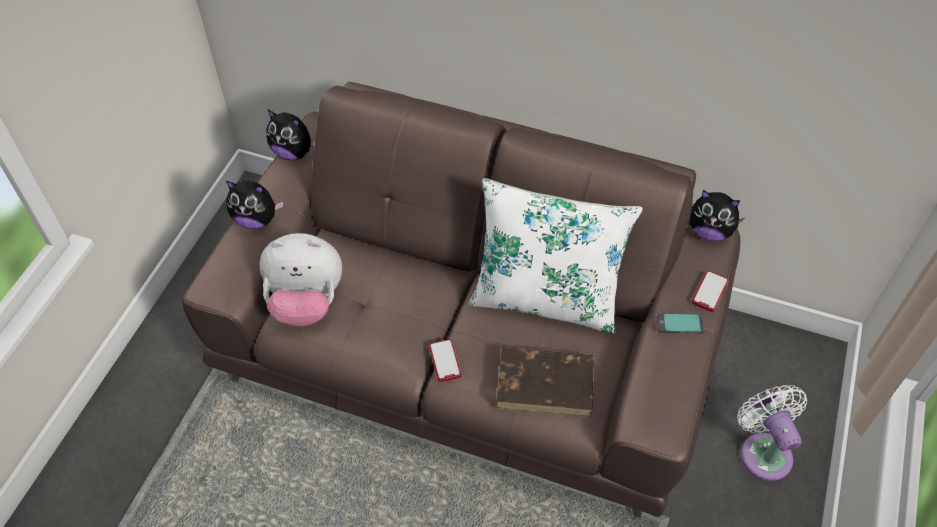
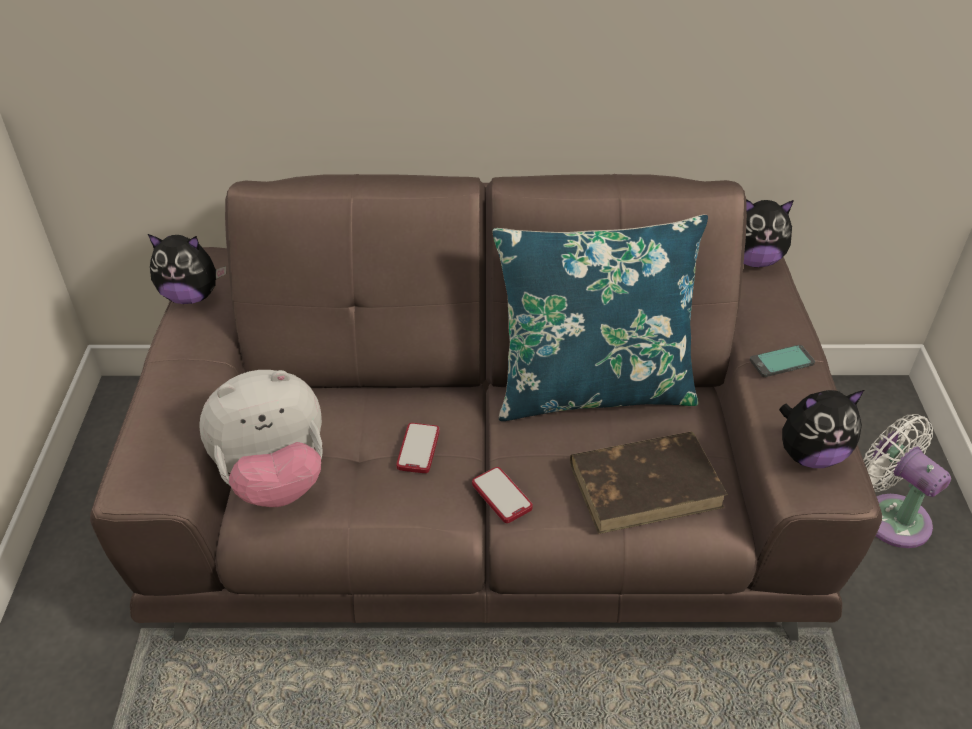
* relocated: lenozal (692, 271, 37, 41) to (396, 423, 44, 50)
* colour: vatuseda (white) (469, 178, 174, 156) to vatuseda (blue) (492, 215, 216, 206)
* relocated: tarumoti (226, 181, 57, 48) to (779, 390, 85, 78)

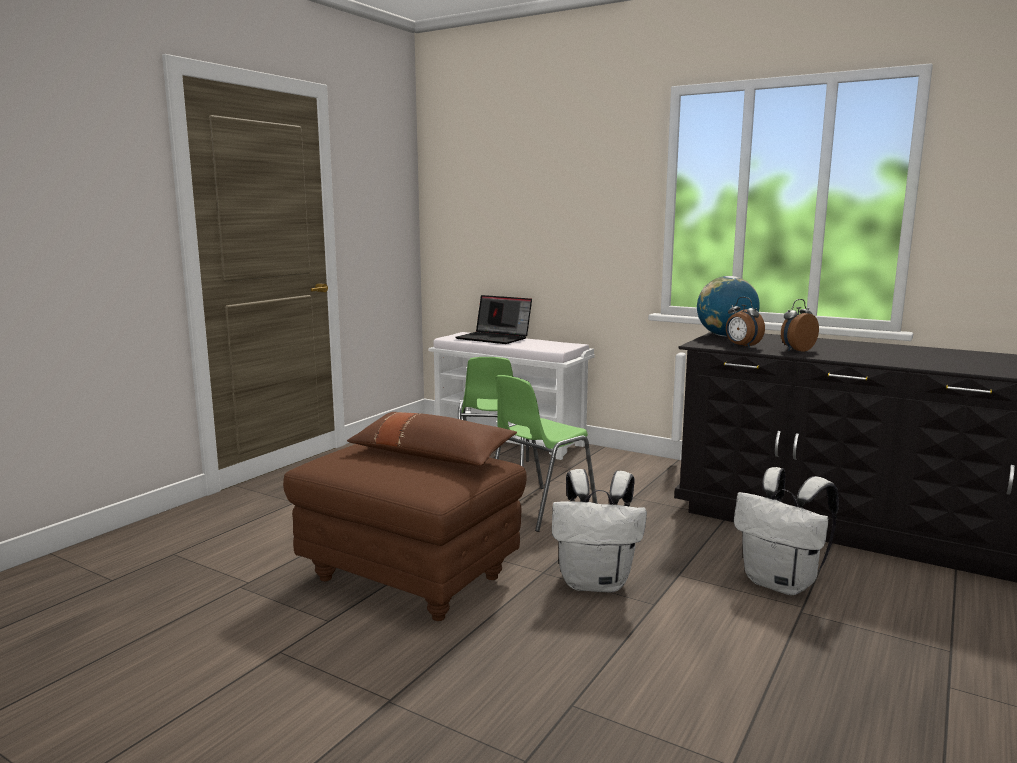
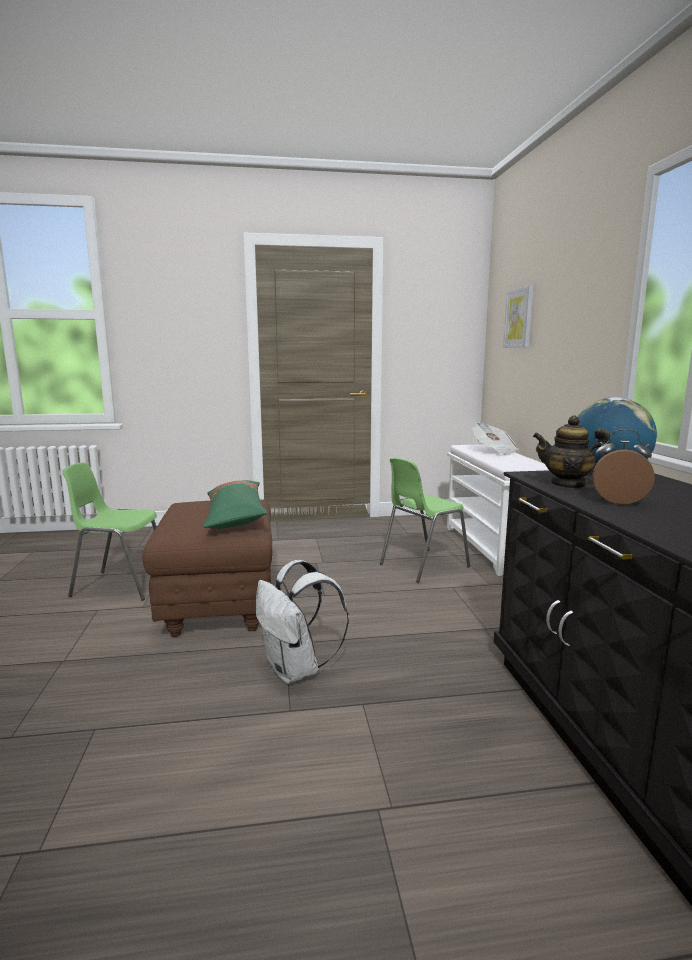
* relocated: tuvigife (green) (495, 375, 103, 157) to (62, 462, 95, 139)
* colour: vatuseda (brown) (347, 412, 170, 54) to vatuseda (green) (203, 480, 65, 49)
* exchanged: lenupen (456, 295, 76, 49) to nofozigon (472, 423, 47, 33)
* appeared: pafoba (503, 285, 30, 63)
* exchanged: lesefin (726, 297, 39, 51) to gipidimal (532, 416, 79, 73)
* missing: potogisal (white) (734, 467, 105, 128)

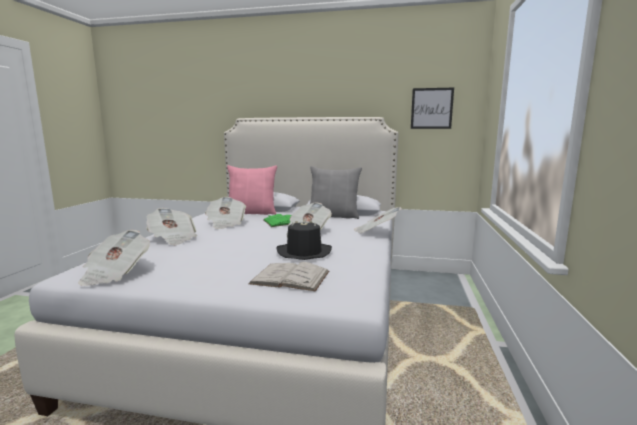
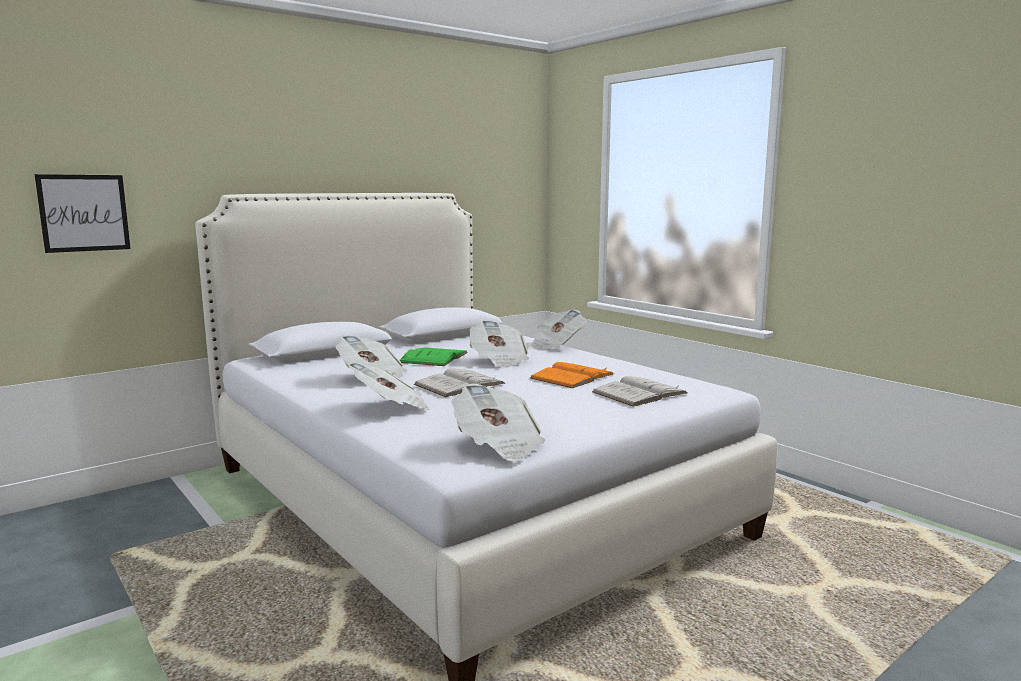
* relocated: pafoba (411, 88, 43, 41) to (35, 174, 95, 79)
* appeared: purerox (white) (413, 368, 92, 29)
* exchanged: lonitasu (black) (276, 220, 56, 40) to purerox (orange) (530, 362, 84, 26)
* missing: vatuseda (pink) (227, 165, 50, 50)
* missing: vatuseda (grey) (310, 166, 52, 53)

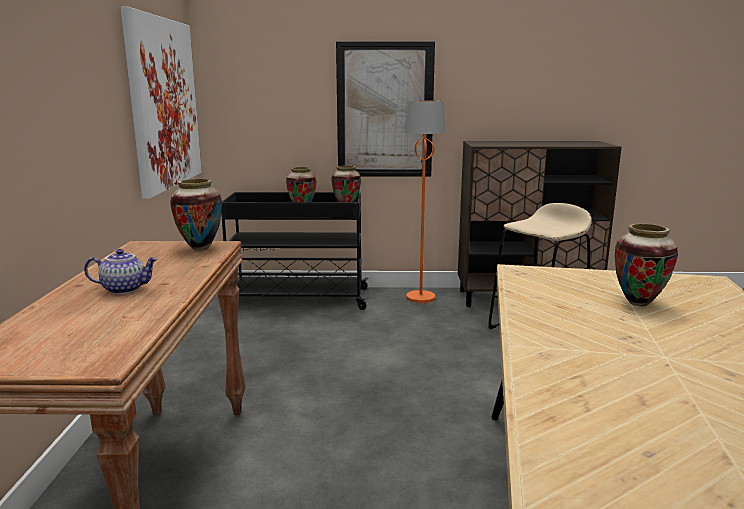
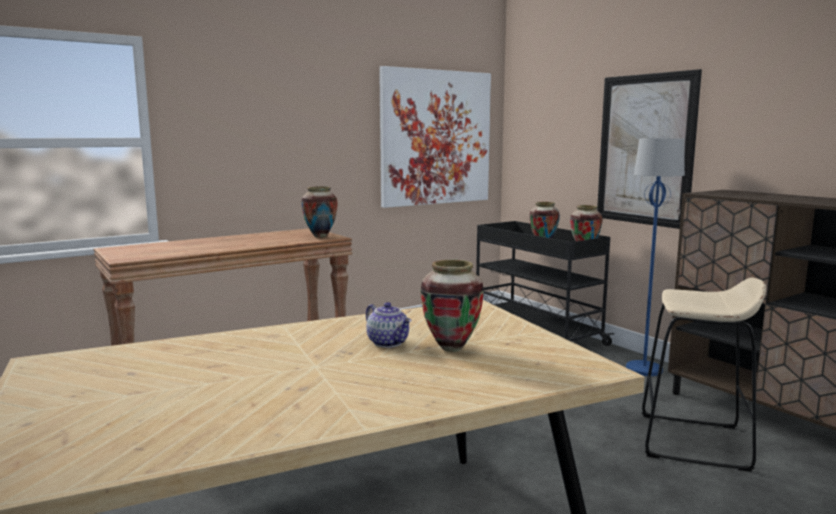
* relocated: gipidimal (84, 249, 74, 45) to (366, 302, 46, 46)
* colour: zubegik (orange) (405, 100, 40, 203) to zubegik (blue) (626, 138, 59, 238)

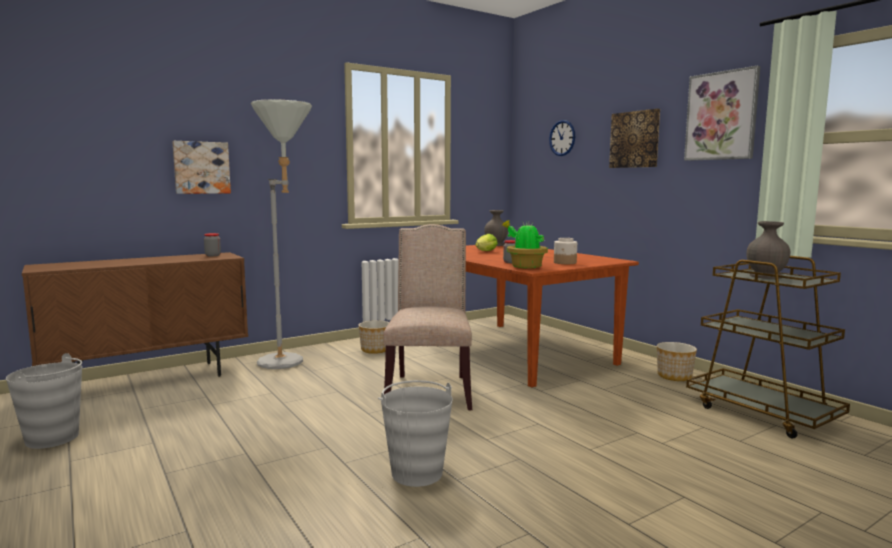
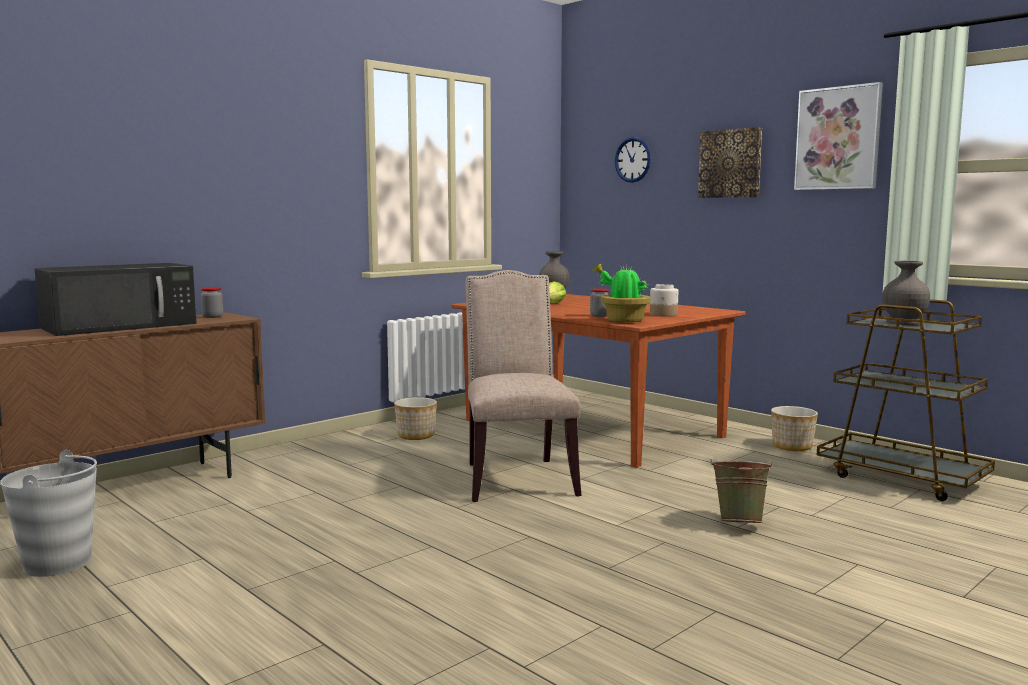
* appeared: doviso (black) (35, 263, 162, 73)
* appeared: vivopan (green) (710, 459, 63, 64)
* missing: pafoba (172, 141, 59, 53)
* missing: zubegik (grey) (251, 99, 61, 270)
* missing: vivopan (grey) (378, 380, 75, 107)

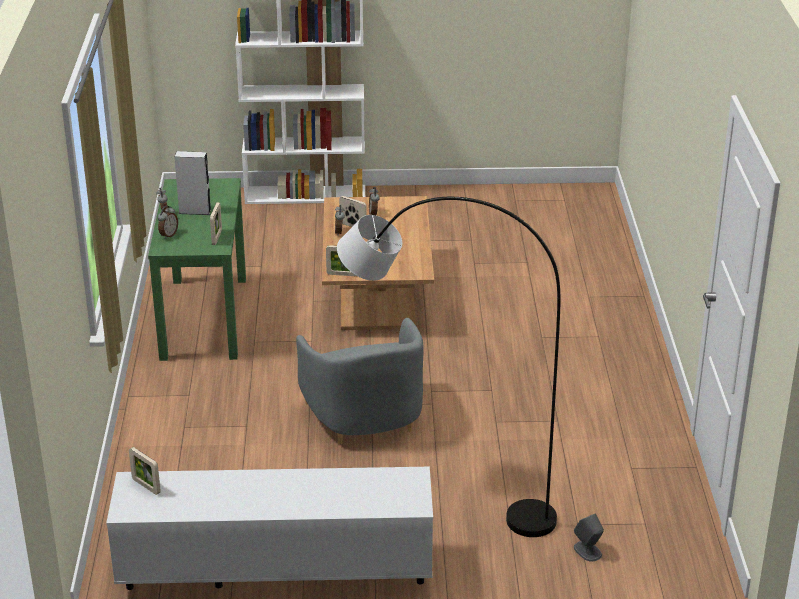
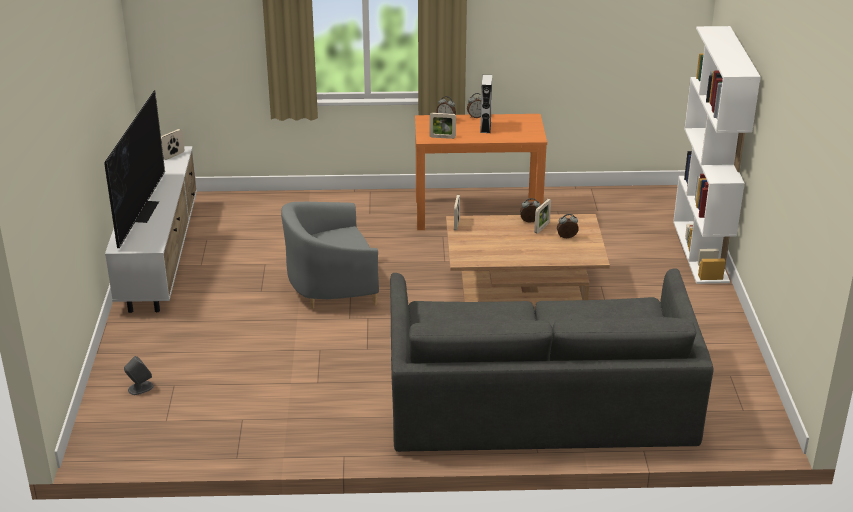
* appeared: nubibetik (104, 90, 61, 158)
* appeared: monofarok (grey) (390, 268, 324, 184)
* colour: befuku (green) (148, 178, 98, 183) to befuku (orange) (415, 114, 132, 116)
* missing: zubegik (grey) (337, 197, 223, 340)

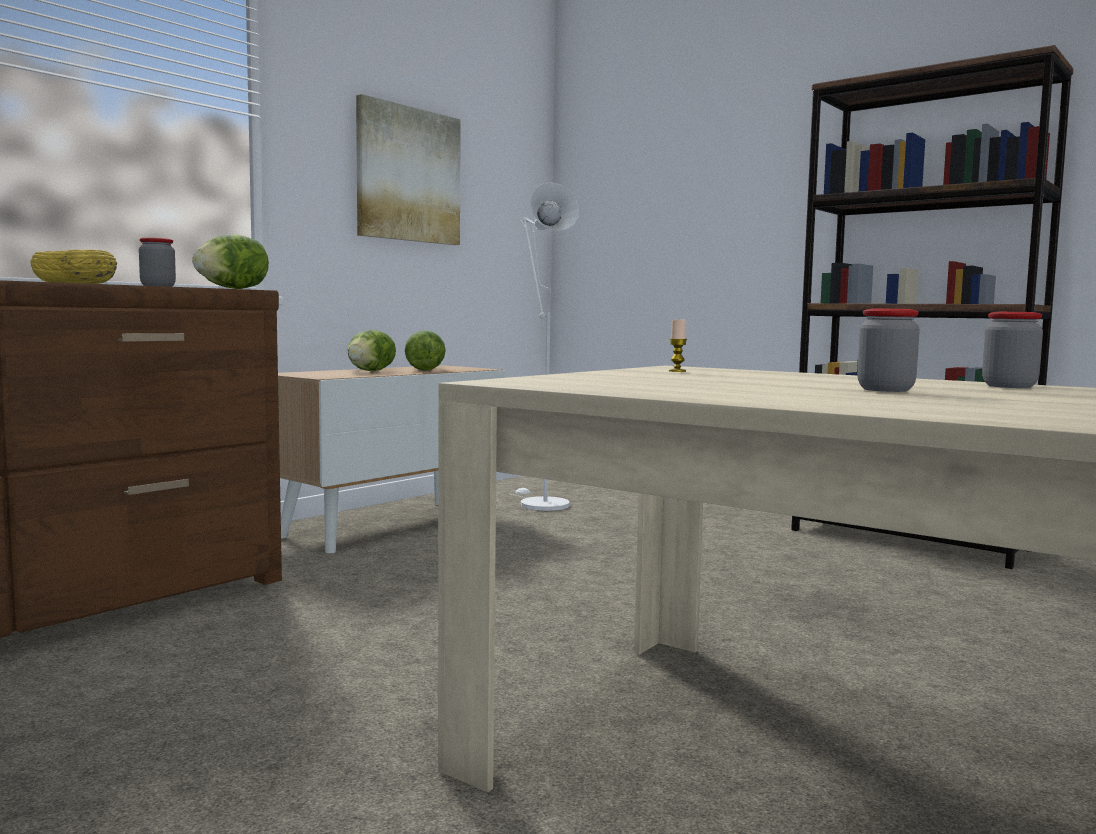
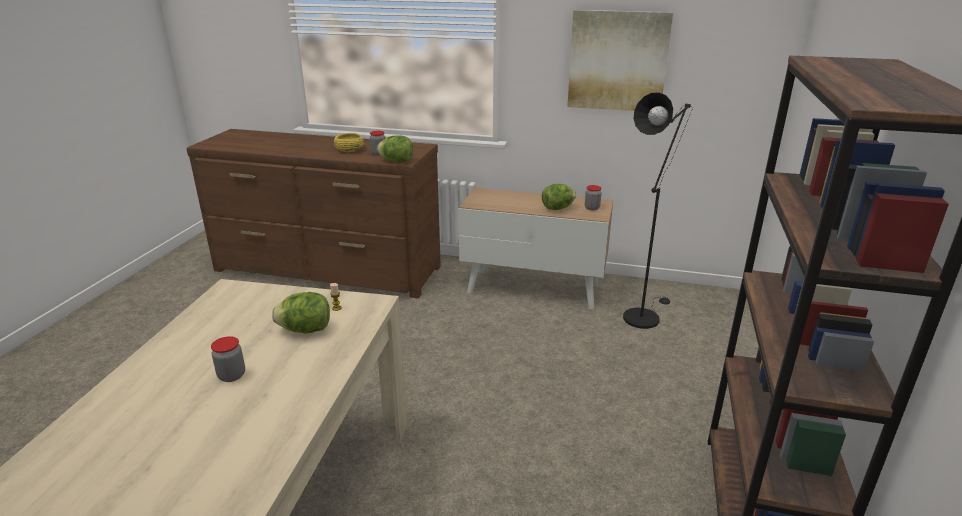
* relocated: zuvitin (347, 330, 49, 41) to (272, 292, 58, 41)
* relocated: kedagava (982, 312, 61, 76) to (585, 185, 17, 25)
* colour: zubegik (white) (510, 182, 69, 329) to zubegik (black) (623, 92, 70, 237)

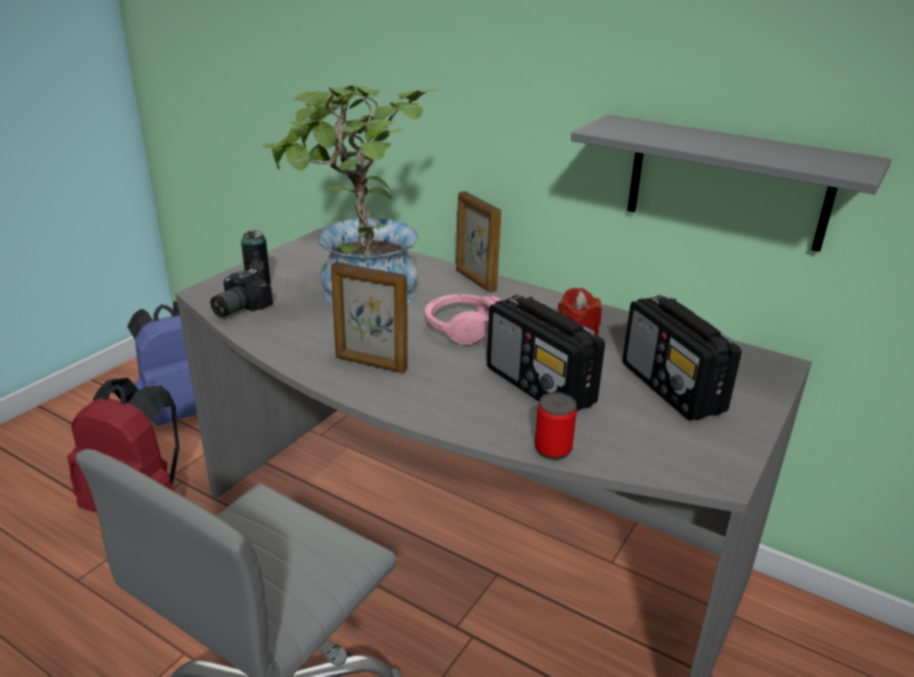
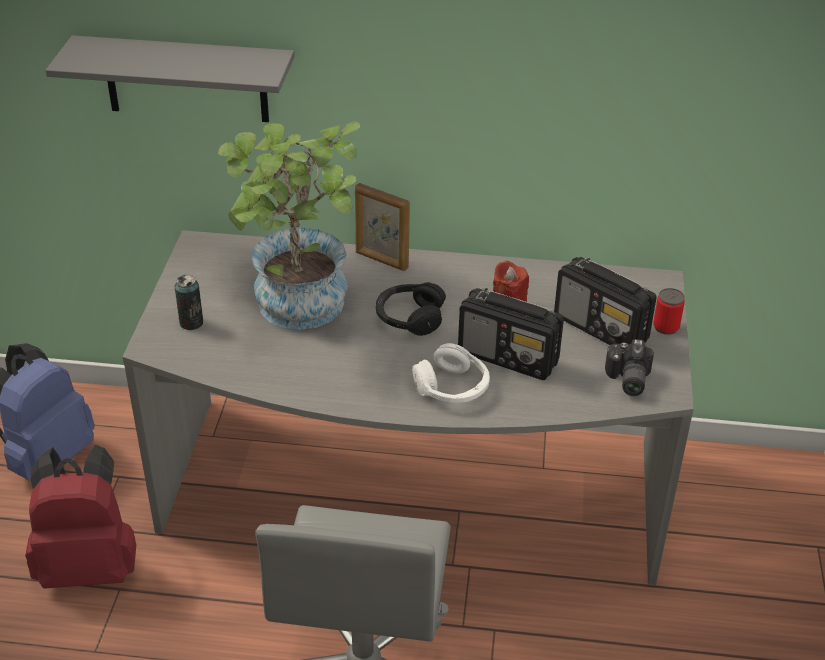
* relocated: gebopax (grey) (571, 115, 320, 137) to (45, 35, 250, 87)
* colour: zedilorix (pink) (425, 294, 76, 51) to zedilorix (black) (376, 282, 70, 54)
* appeared: zedilorix (white) (412, 343, 78, 60)
* relocated: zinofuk (210, 269, 63, 48) to (605, 339, 49, 57)
* relocated: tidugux (535, 393, 42, 67) to (653, 288, 32, 47)
* missing: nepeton (331, 262, 77, 111)

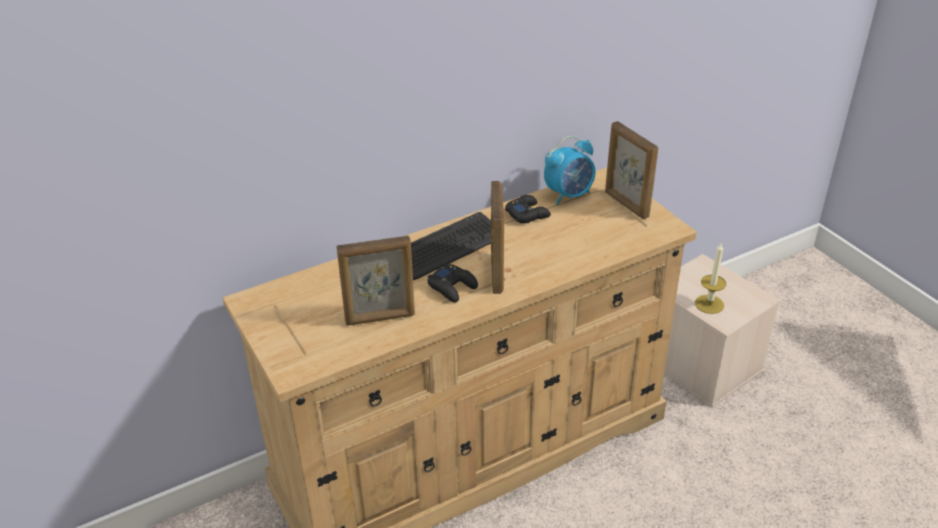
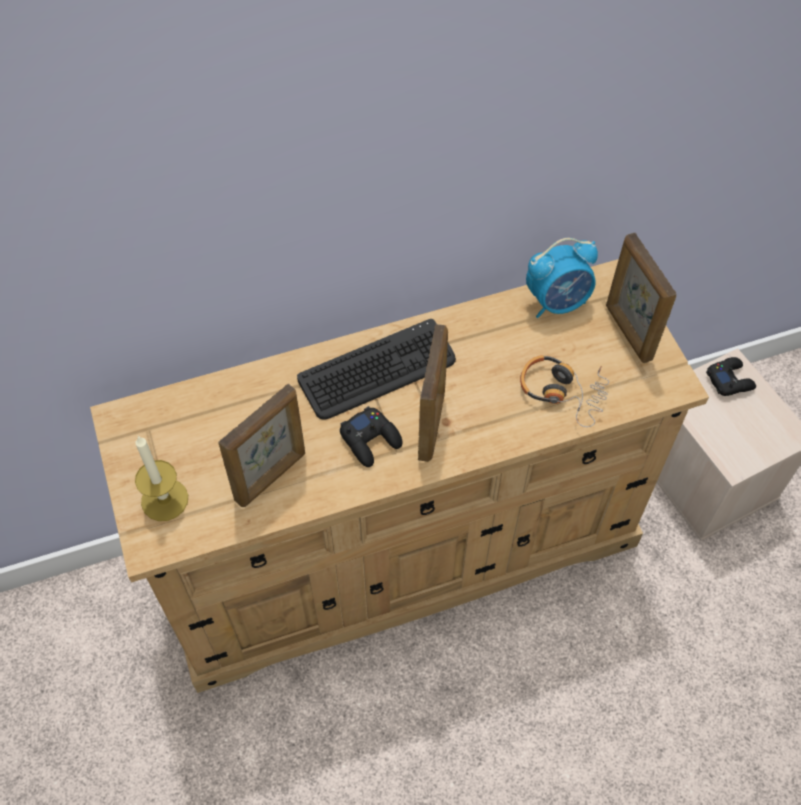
* relocated: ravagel (695, 243, 31, 71) to (135, 436, 53, 85)
* spun: nepeton (337, 236, 78, 90) = (218, 384, 87, 123) 45 degrees counterclockwise
* appeared: zedilorix (520, 355, 89, 72)
* relocated: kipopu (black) (505, 195, 46, 29) to (706, 357, 50, 39)

